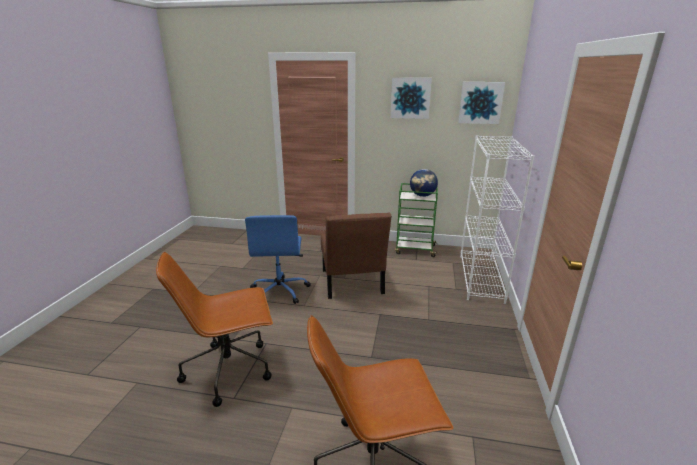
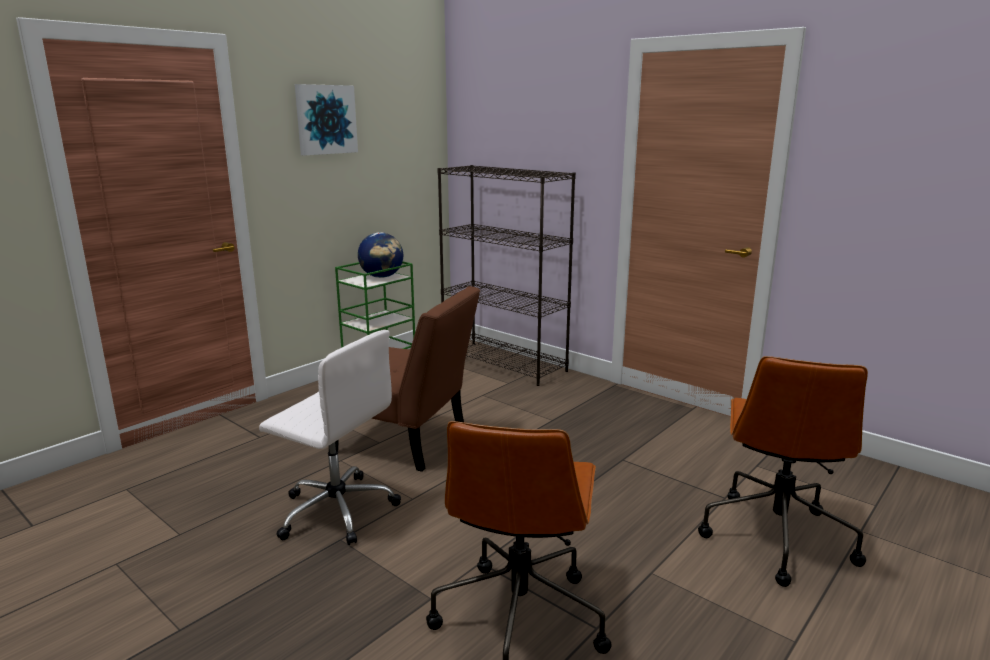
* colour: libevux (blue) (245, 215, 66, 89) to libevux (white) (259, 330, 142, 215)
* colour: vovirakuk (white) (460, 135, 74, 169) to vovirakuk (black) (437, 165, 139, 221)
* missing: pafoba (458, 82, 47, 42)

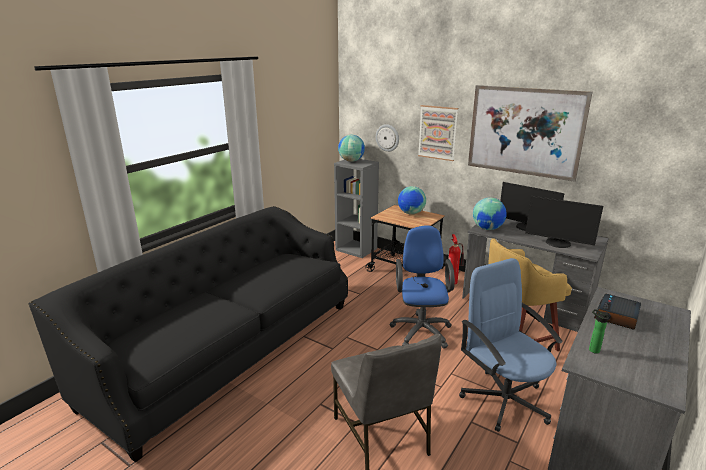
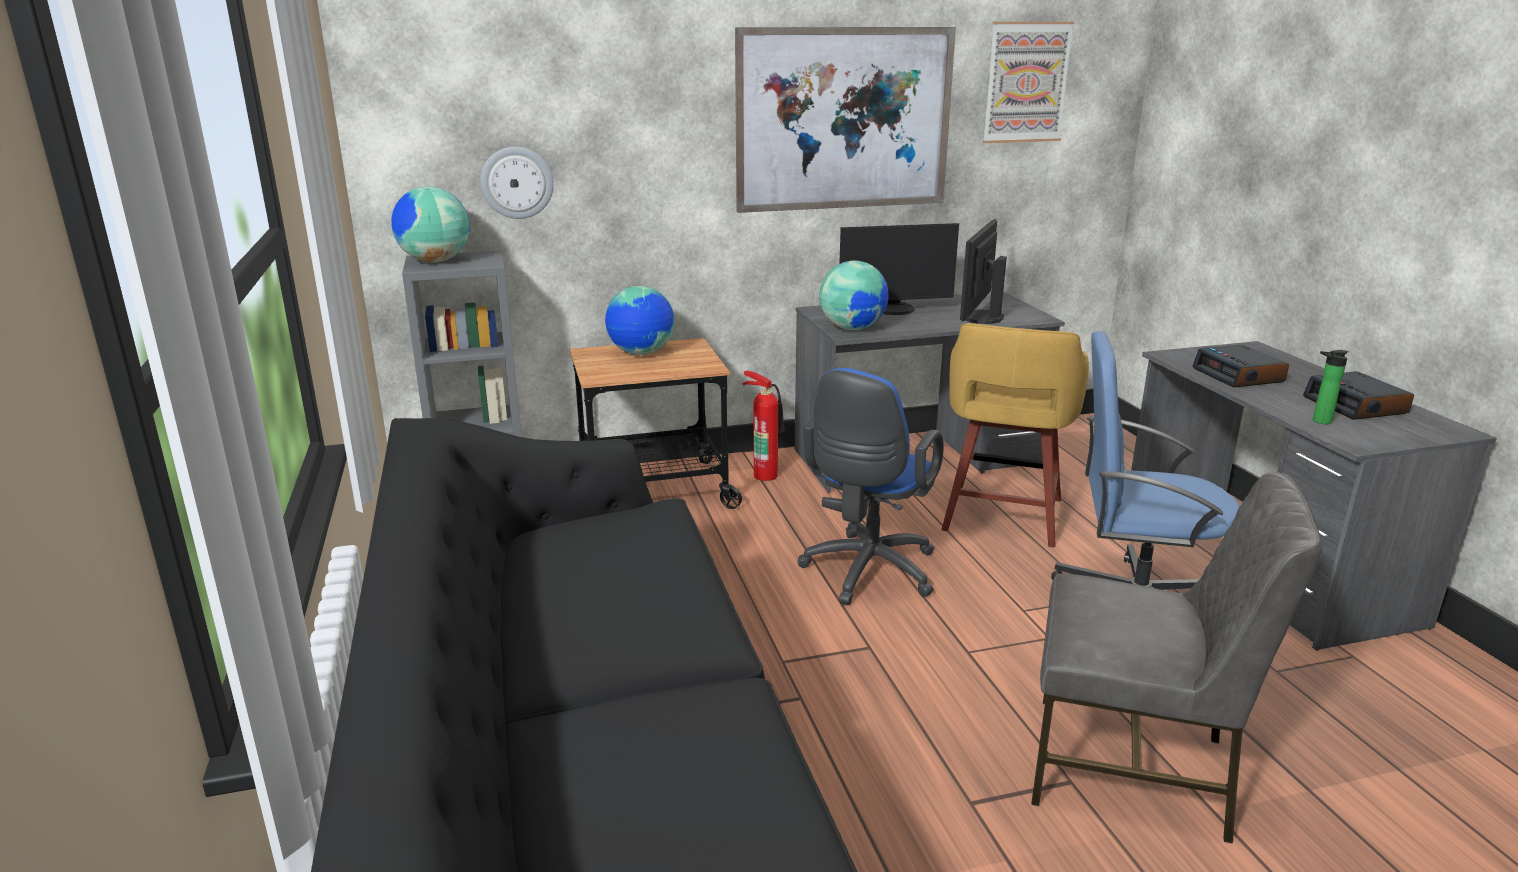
* spun: libevux (blue) (390, 225, 65, 124) = (797, 368, 147, 237) 105 degrees counterclockwise
* spun: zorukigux (525, 196, 78, 52) = (960, 219, 47, 105) 135 degrees clockwise
* relocated: pafoba (418, 105, 40, 56) to (983, 22, 91, 121)
* appeared: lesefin (1303, 371, 111, 49)

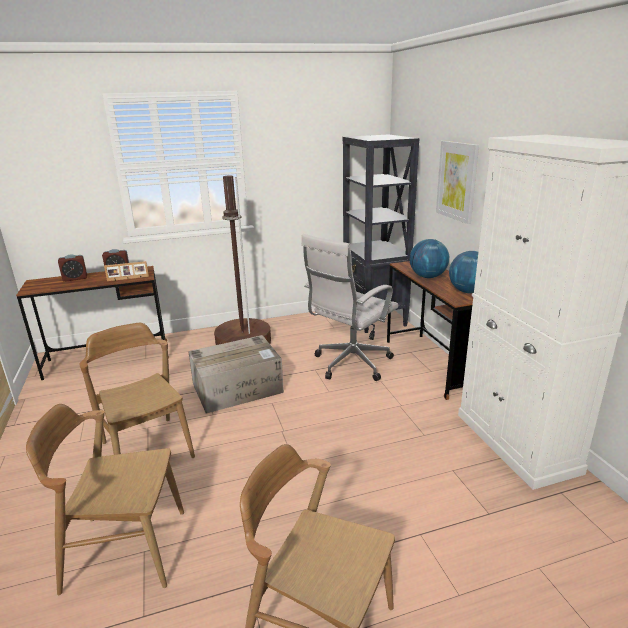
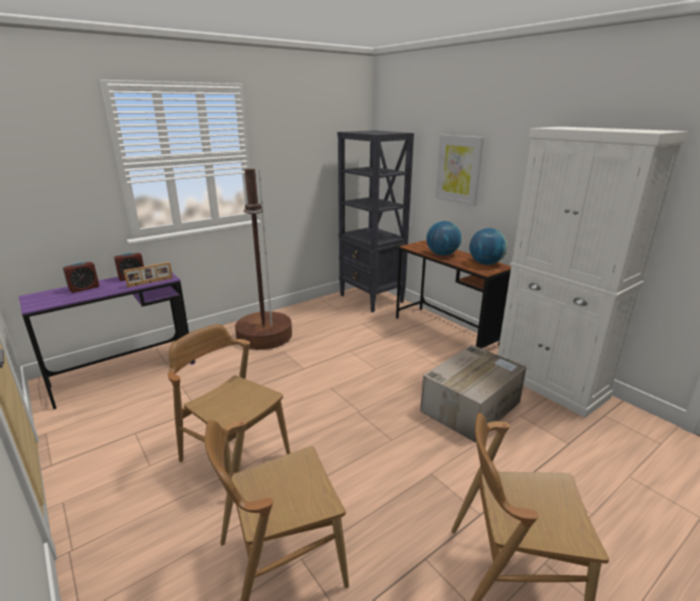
* colour: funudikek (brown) (16, 266, 153, 114) to funudikek (purple) (19, 273, 176, 136)
* relocated: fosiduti (188, 335, 96, 79) to (420, 345, 107, 97)
* missing: libevux (white) (301, 234, 97, 147)

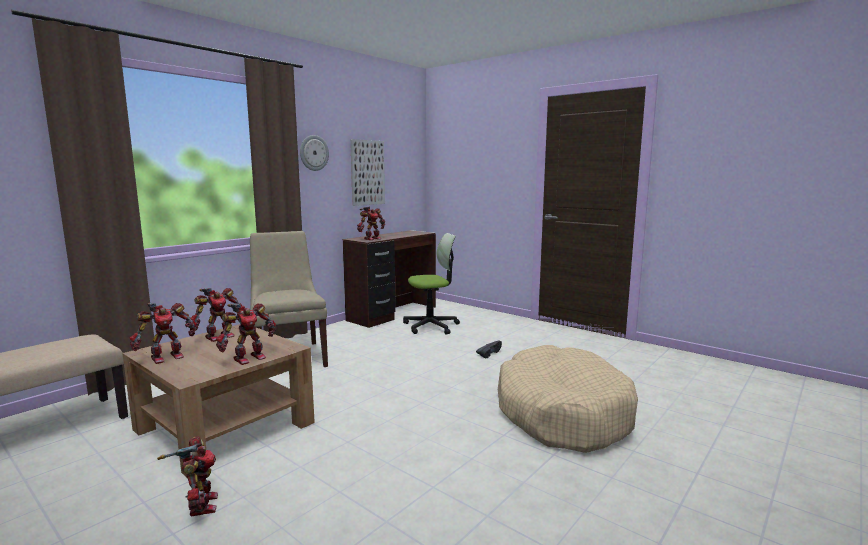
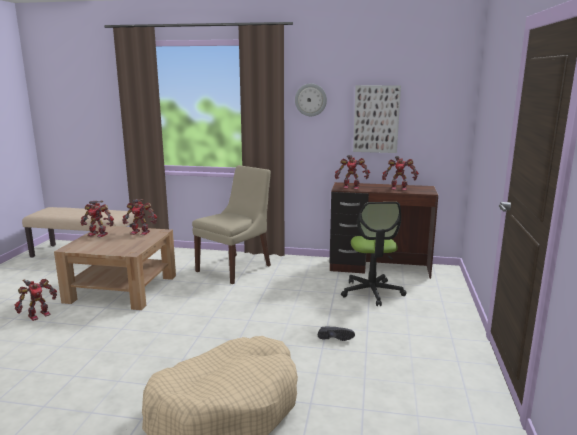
* spun: libevux (403, 233, 57, 102) = (341, 202, 65, 104) 45 degrees clockwise
* relocated: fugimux (216, 303, 60, 62) to (382, 156, 37, 35)

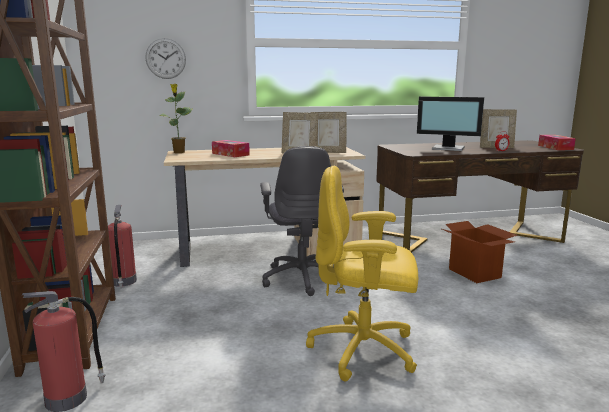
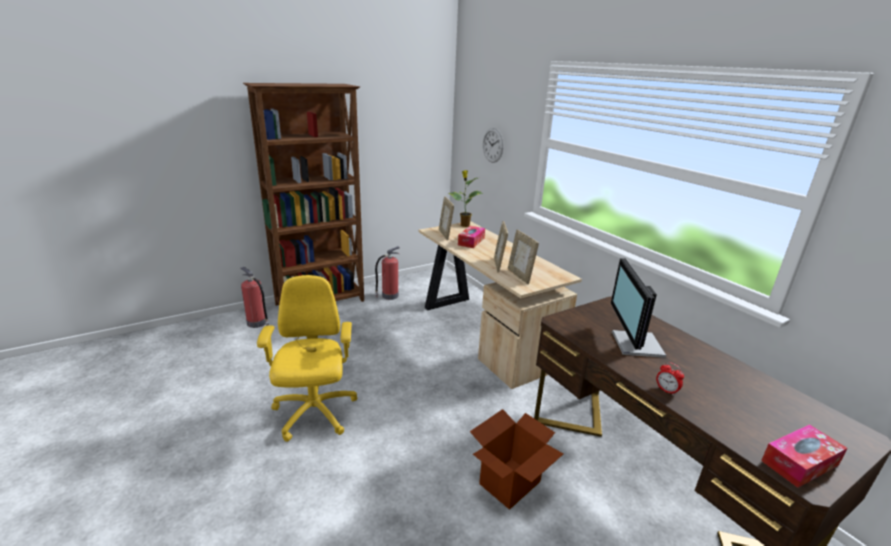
* relocated: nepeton (480, 109, 37, 39) to (439, 196, 15, 44)
* missing: libevux (grey) (260, 146, 84, 150)

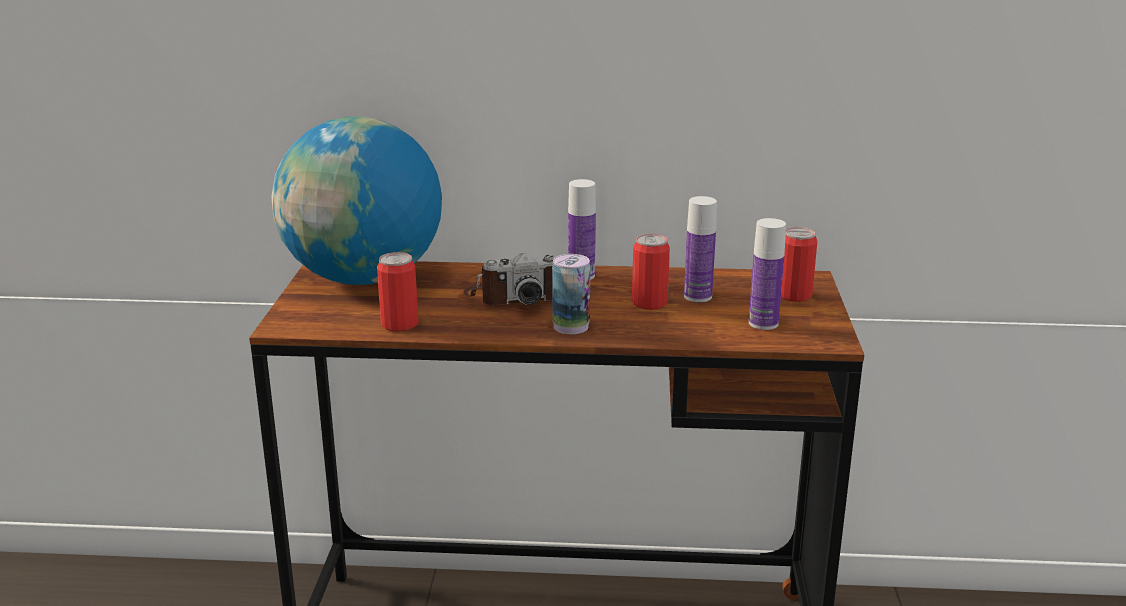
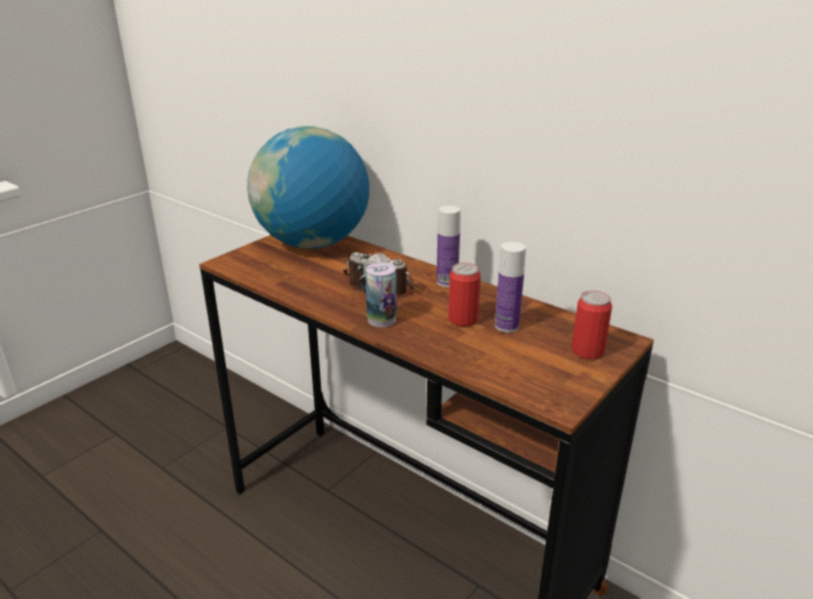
* missing: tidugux (377, 252, 42, 80)
* missing: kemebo (749, 218, 37, 112)

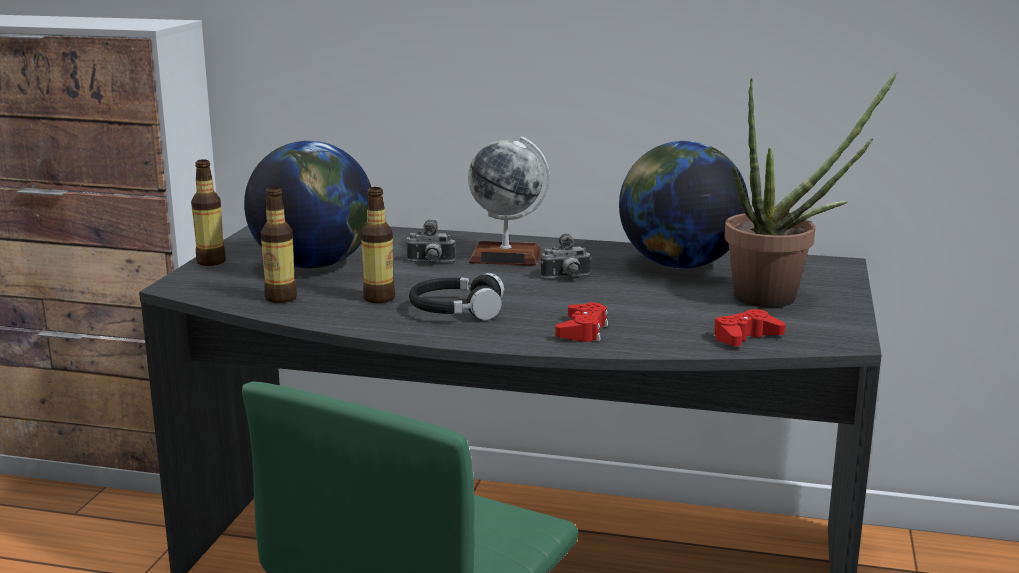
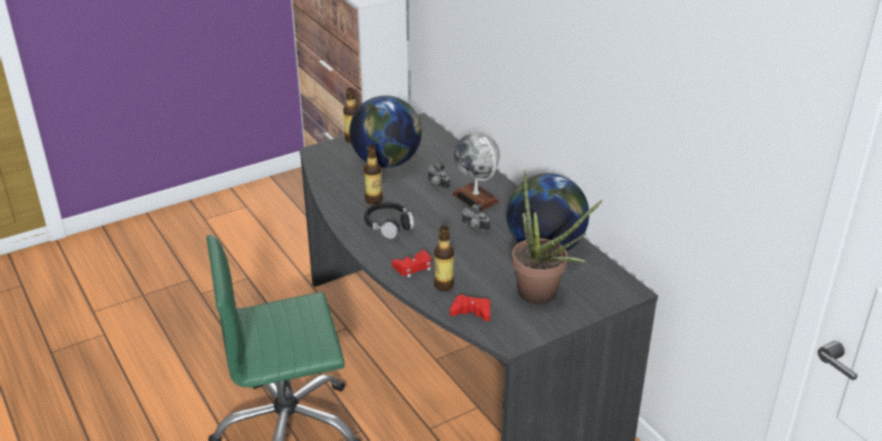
* relocated: kemebo (261, 187, 36, 116) to (434, 226, 20, 65)

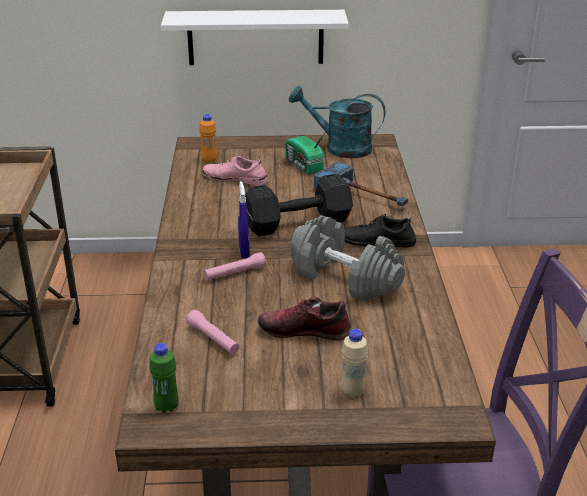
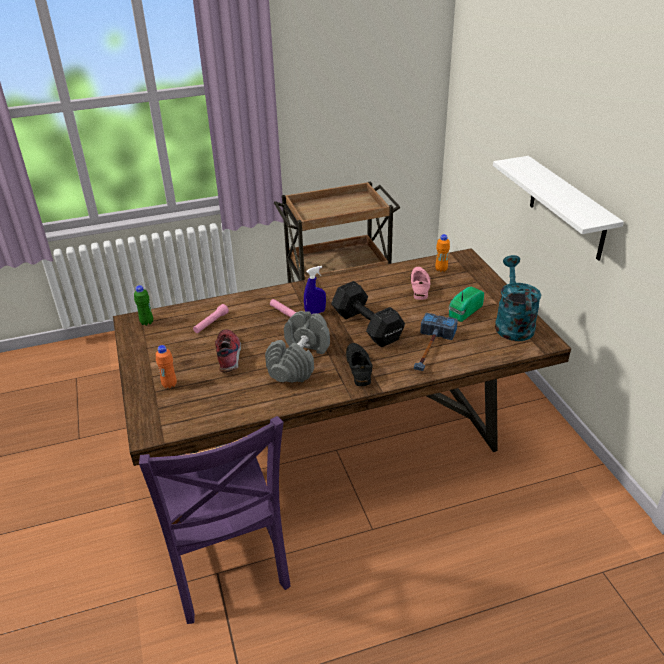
* colour: kemebo (beige) (341, 329, 27, 69) to kemebo (orange) (156, 345, 21, 44)

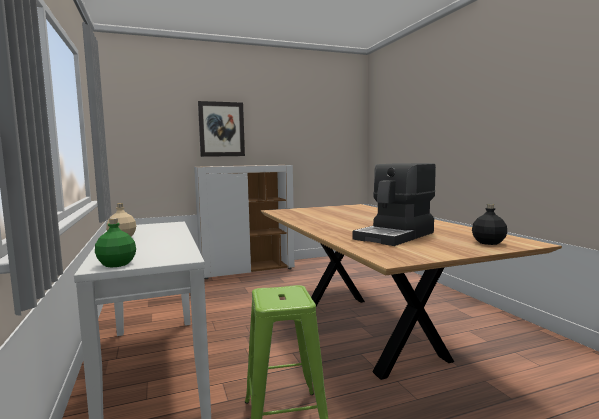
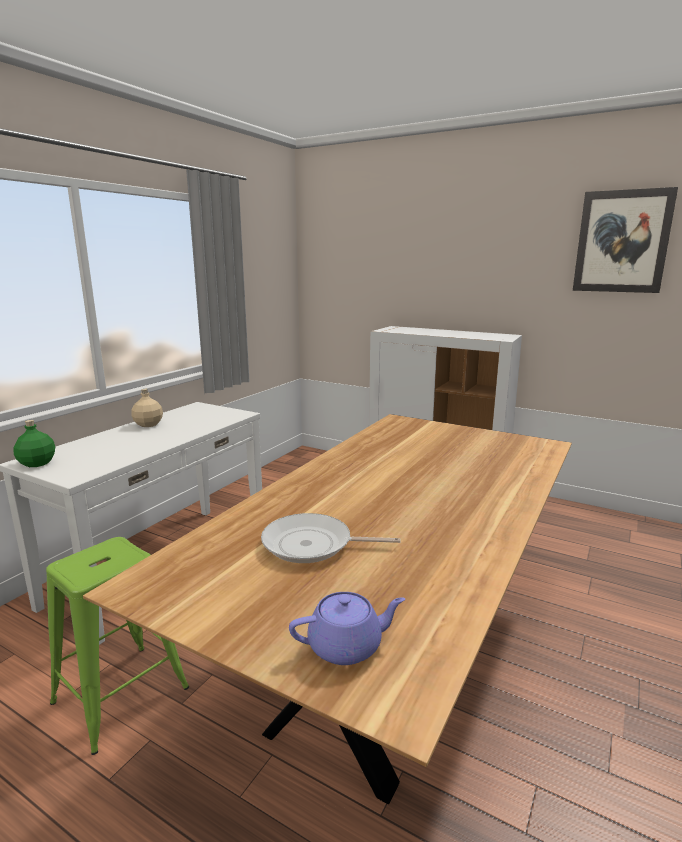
* exchanged: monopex (353, 163, 83, 83) to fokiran (261, 513, 139, 50)
* exchanged: kemebo (black) (472, 204, 35, 41) to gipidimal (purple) (289, 592, 116, 73)
* relocated: pafoba (198, 101, 47, 56) to (573, 187, 105, 106)

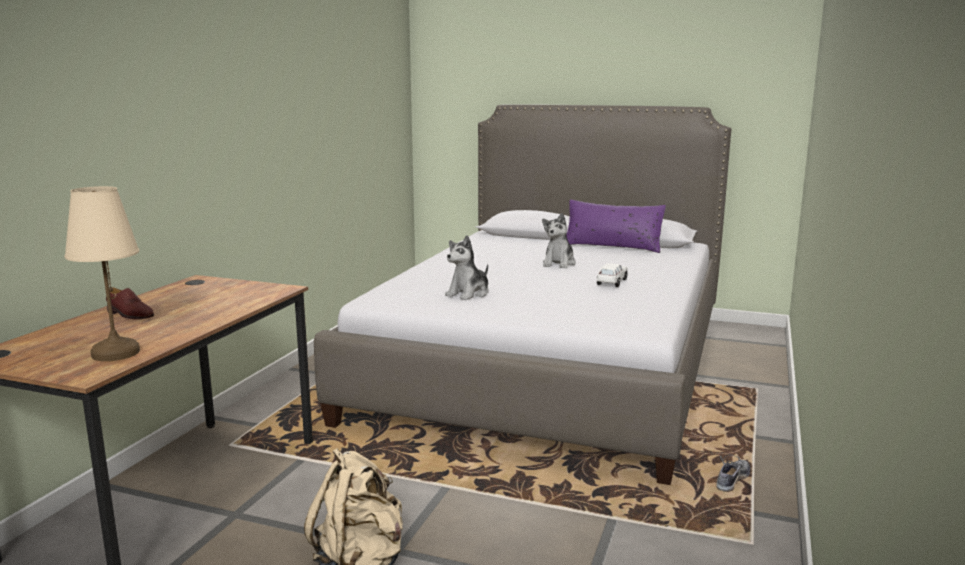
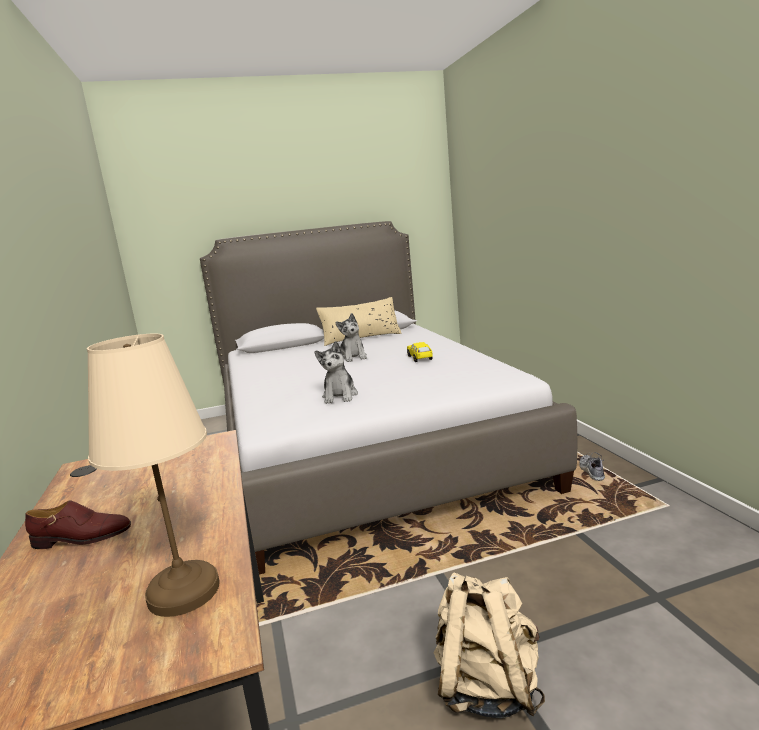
* colour: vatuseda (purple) (566, 200, 100, 53) to vatuseda (beige) (316, 297, 86, 49)
* colour: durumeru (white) (597, 263, 31, 24) to durumeru (yellow) (407, 342, 26, 20)

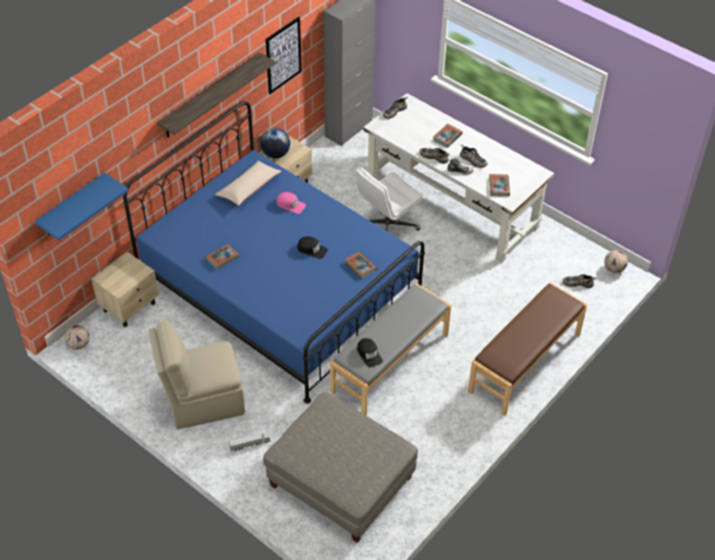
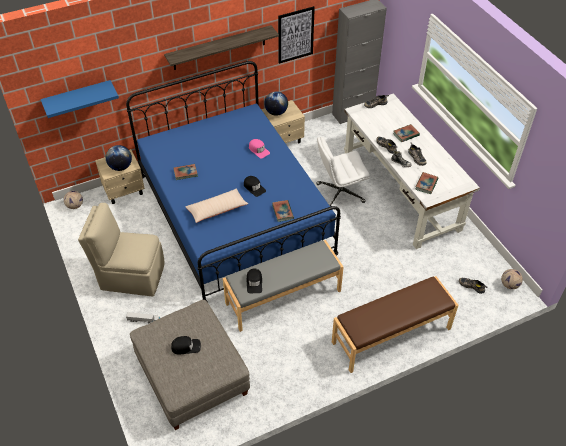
* appeared: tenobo (106, 145, 26, 26)
* appeared: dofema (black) (171, 336, 30, 18)
* relocated: vatuseda (beige) (215, 161, 67, 45) to (185, 189, 63, 34)

